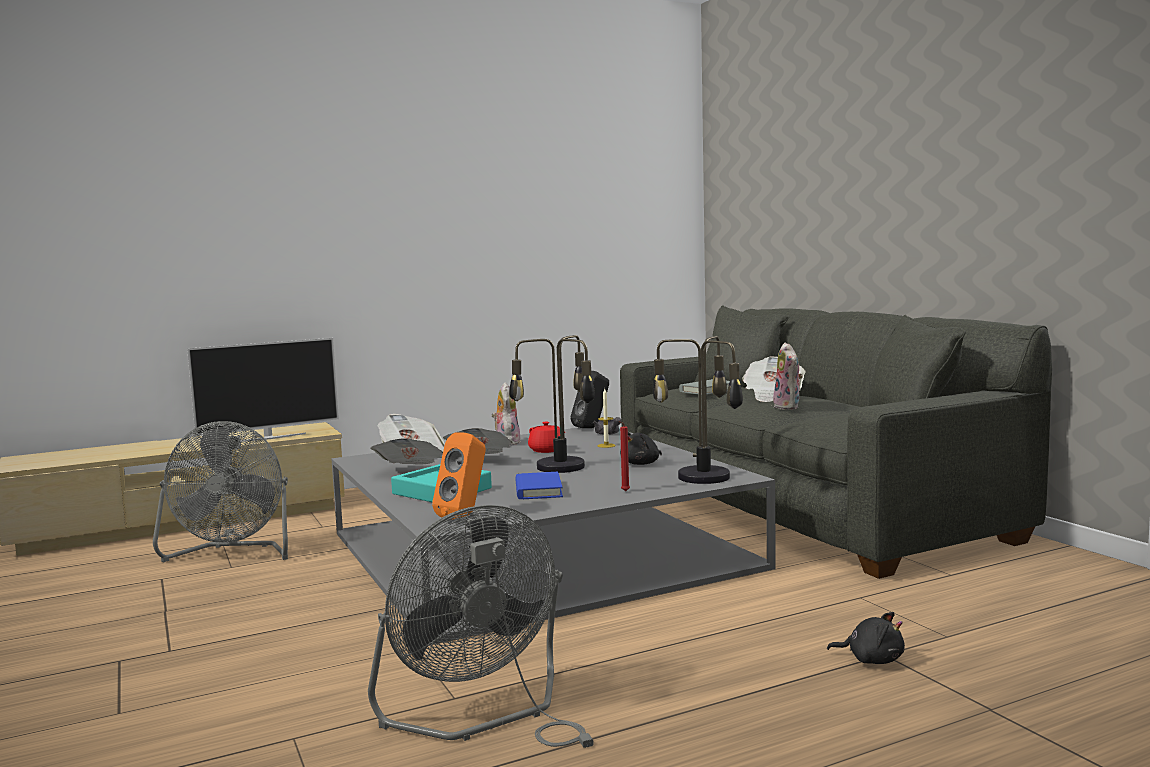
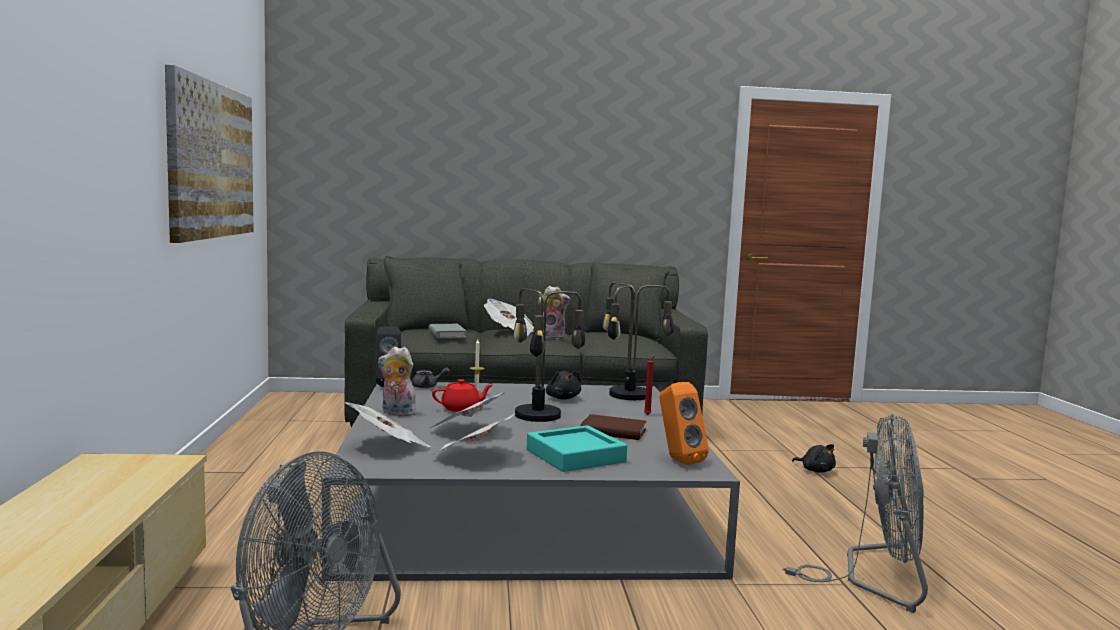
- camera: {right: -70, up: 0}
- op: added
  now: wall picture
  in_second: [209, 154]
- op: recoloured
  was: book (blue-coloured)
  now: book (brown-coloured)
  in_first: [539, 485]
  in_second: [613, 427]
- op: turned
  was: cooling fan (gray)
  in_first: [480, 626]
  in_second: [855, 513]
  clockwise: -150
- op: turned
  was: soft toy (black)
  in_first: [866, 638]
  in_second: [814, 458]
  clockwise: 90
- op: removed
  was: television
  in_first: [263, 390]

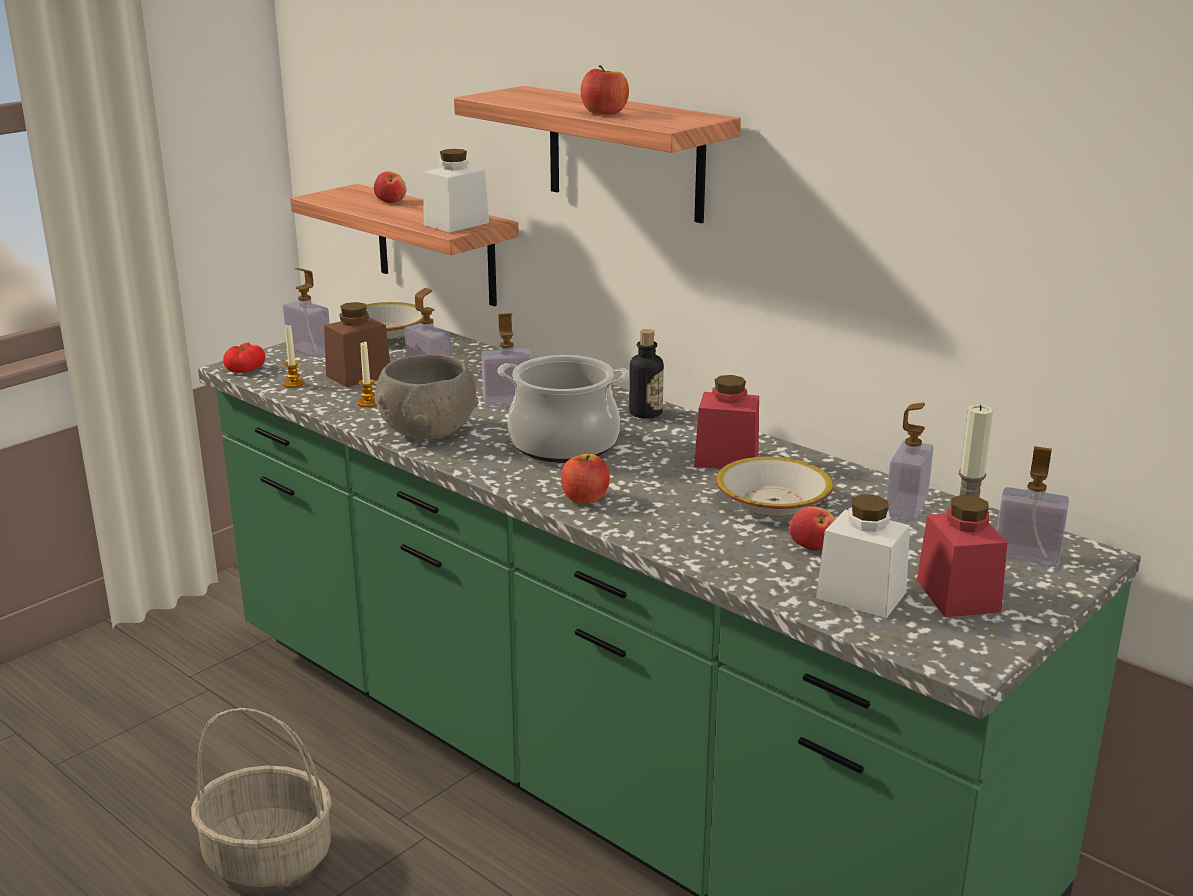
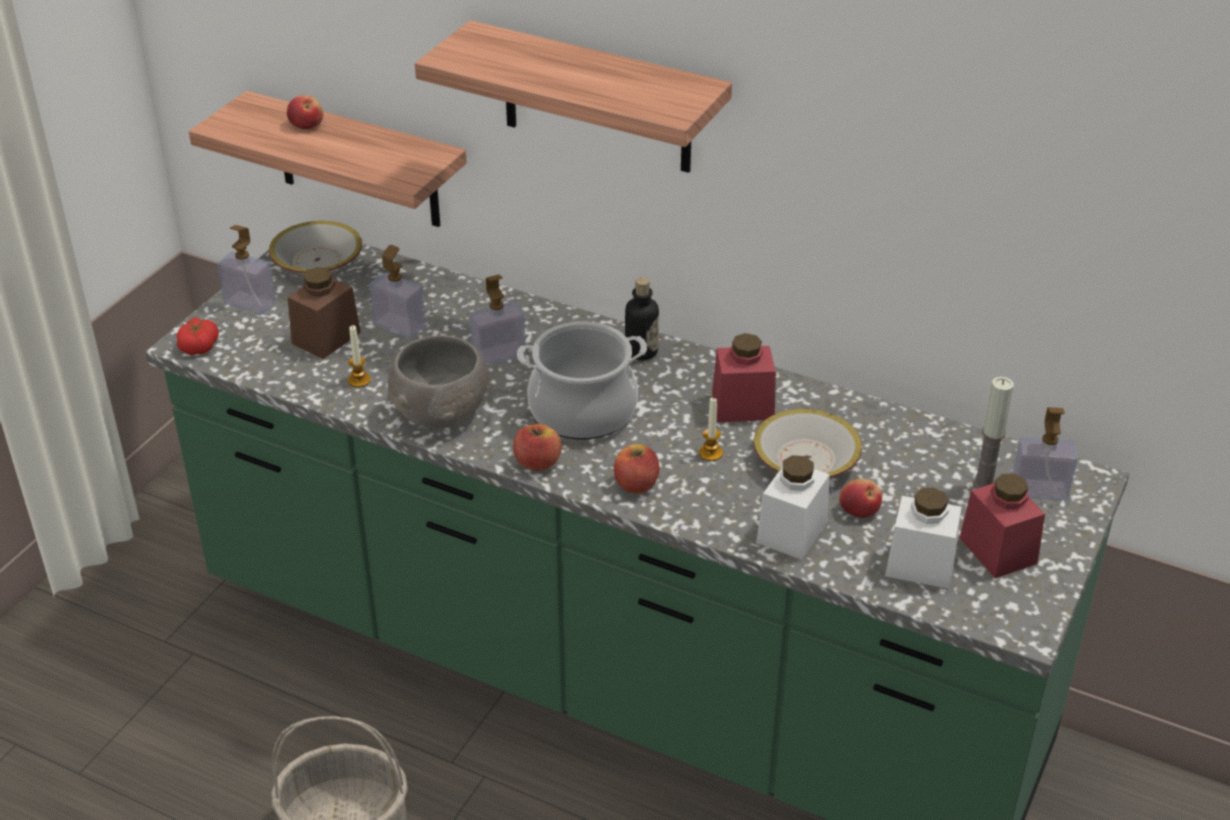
- camera: {right: -15, up: 15}
- op: moved
  was: whole apple
  in_first: [605, 89]
  in_second: [537, 447]
- op: moved
  was: wax light
  in_first: [294, 356]
  in_second: [711, 429]
- op: moved
  was: storage jar (white)
  in_first: [456, 190]
  in_second: [793, 507]
- op: removed
  was: soap bottle
  in_first: [909, 461]

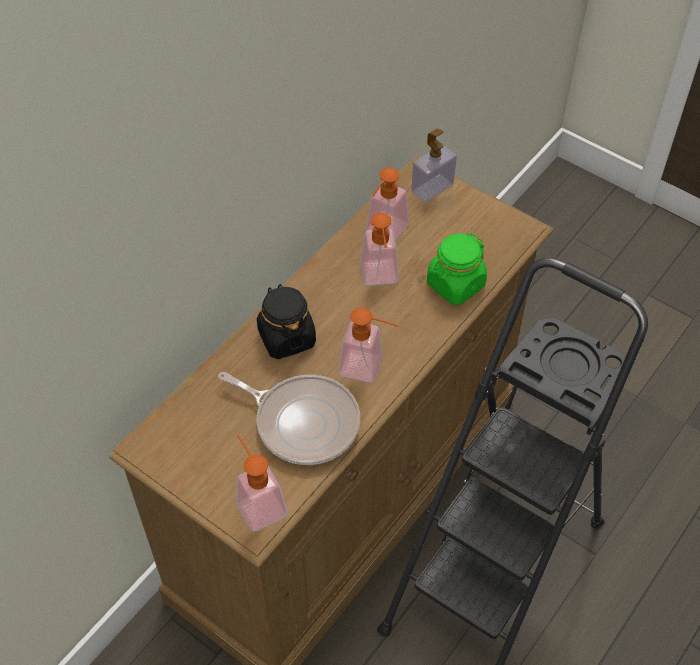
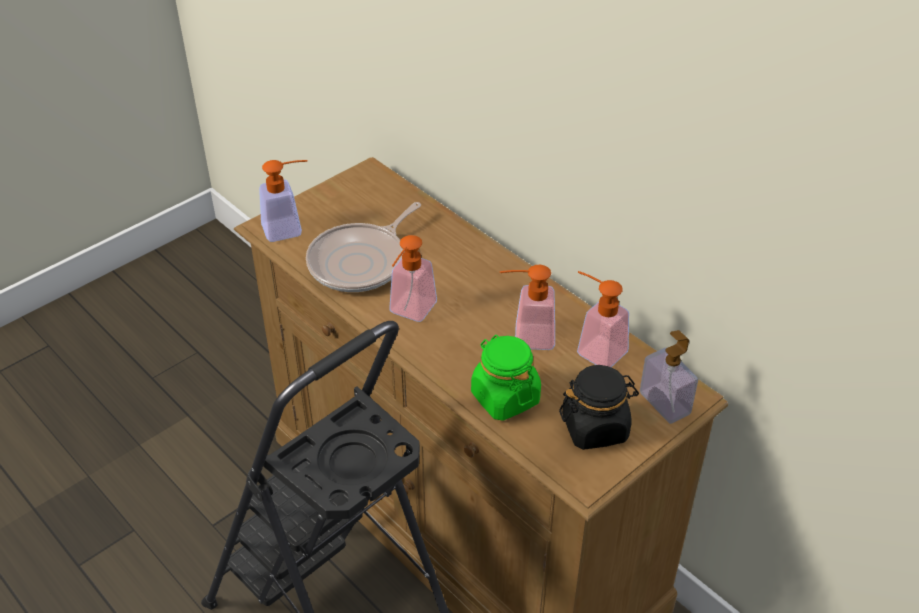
- camera: {right: 100, up: -10}
- op: moved
  was: storage jar (black)
  in_first: [286, 321]
  in_second: [599, 407]

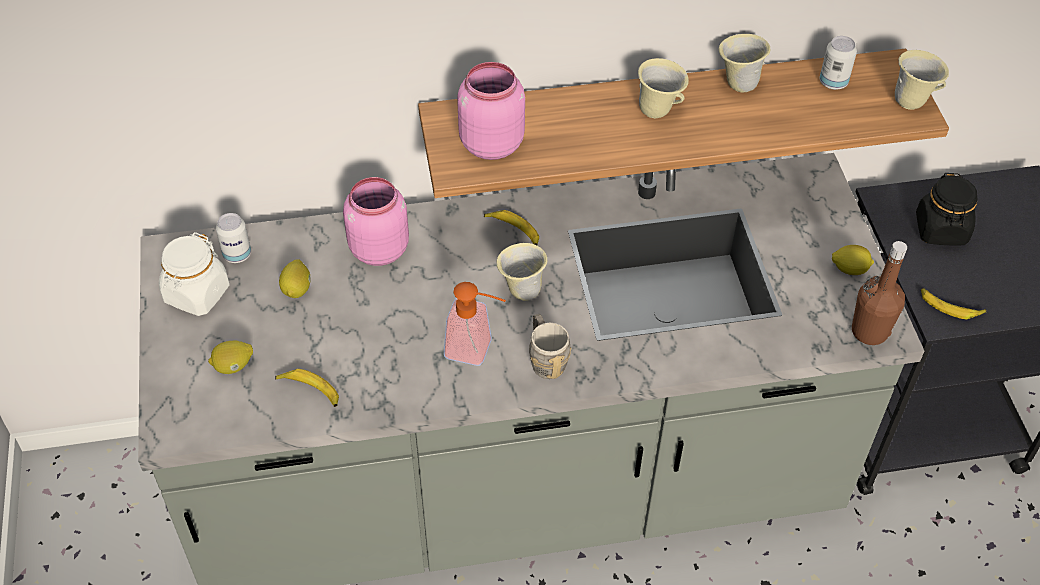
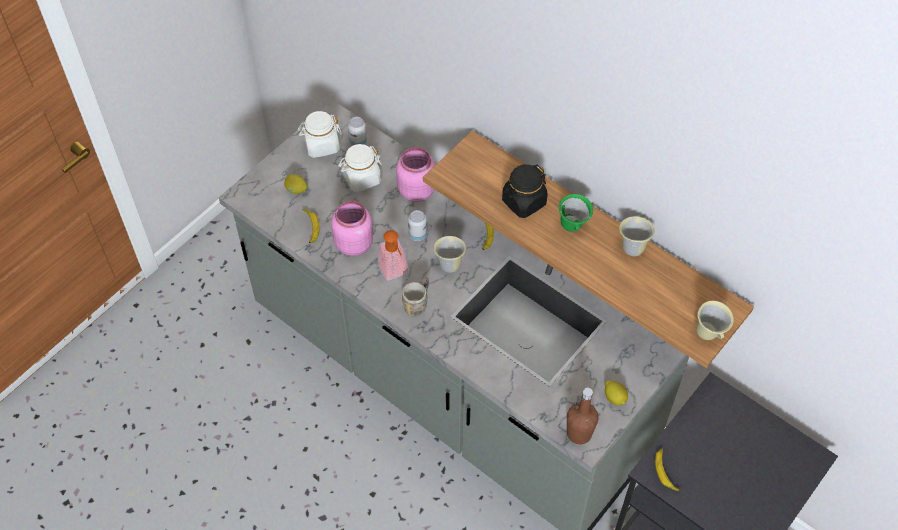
- camera: {right: 50, up: 5}
- op: moved
  was: storage jar (pink-coloured)
  in_first: [491, 111]
  in_second: [352, 228]
- op: replaced
  was: whole lemon
  now: storage jar (white)
  in_first: [295, 278]
  in_second: [360, 168]
- op: moved
  was: can
  in_first: [838, 63]
  in_second: [417, 225]
- op: moved
  was: storage jar (black)
  in_first: [946, 209]
  in_second: [524, 191]
- op: recoloured
  was: mug (sand-coloured)
  now: mug (greenish)
  in_first: [663, 88]
  in_second: [576, 213]

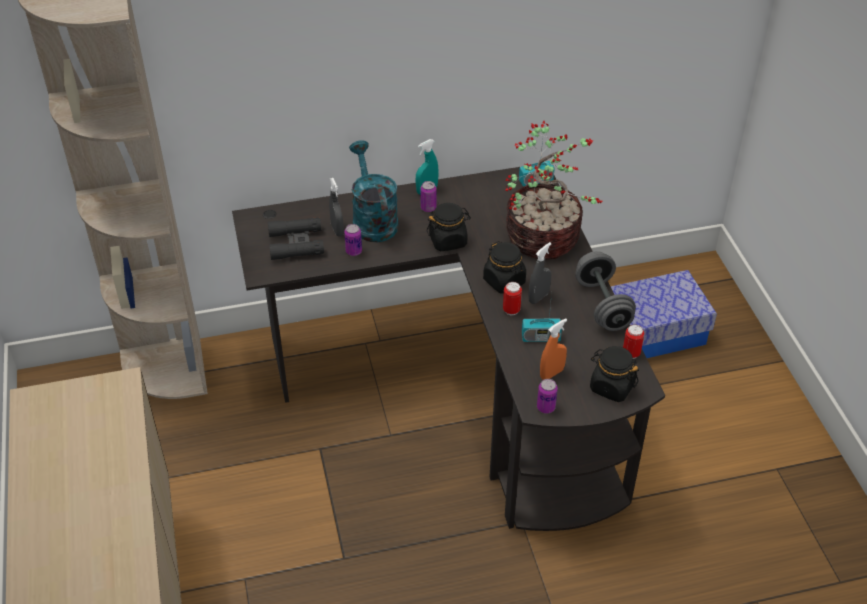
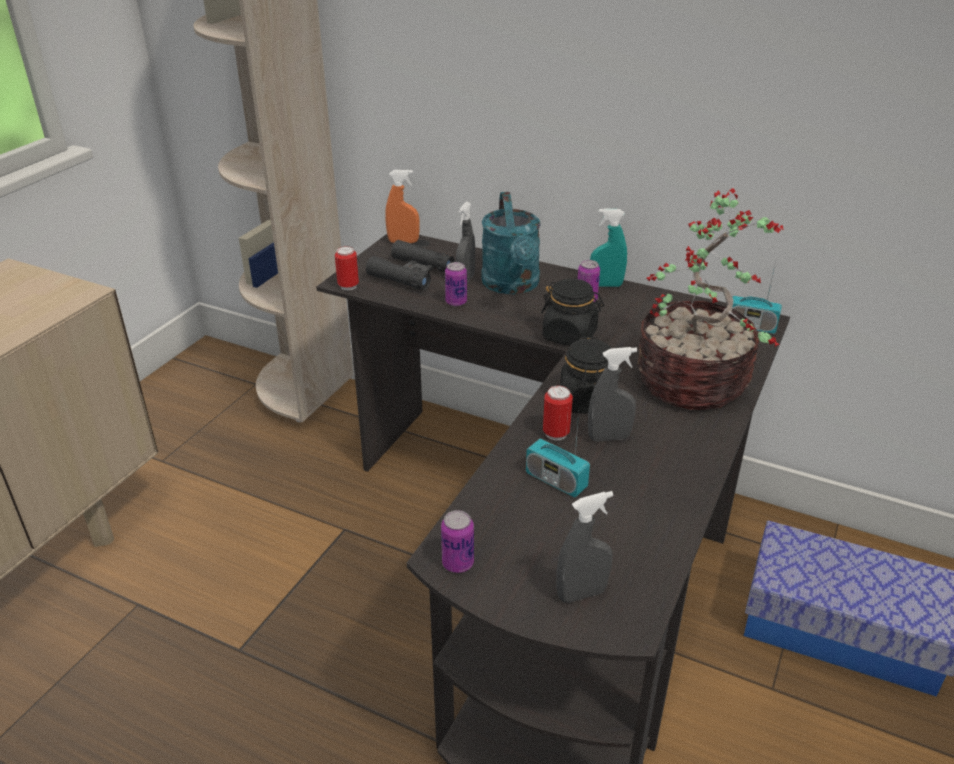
- camera: {right: 40, up: -10}
- op: moved
  was: can
  in_first: [633, 341]
  in_second: [347, 268]
- op: moved
  was: sprayer (orange-coloured)
  in_first: [553, 349]
  in_second: [402, 206]
- op: turned
  was: sprinkling can (turquoise-coloured)
  in_first: [373, 191]
  in_second: [511, 243]
  clockwise: 150
- op: replaced
  was: storage jar (black)
  now: sprayer (gray)
  in_first: [614, 374]
  in_second: [584, 547]
- op: removed
  was: dumbbell (gray)
  in_first: [605, 291]

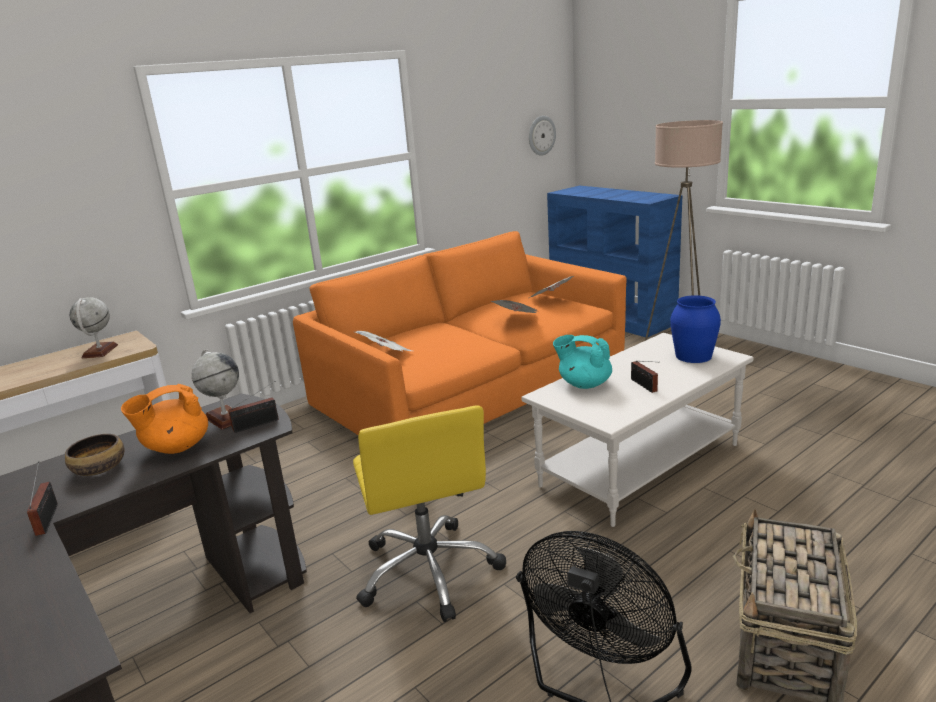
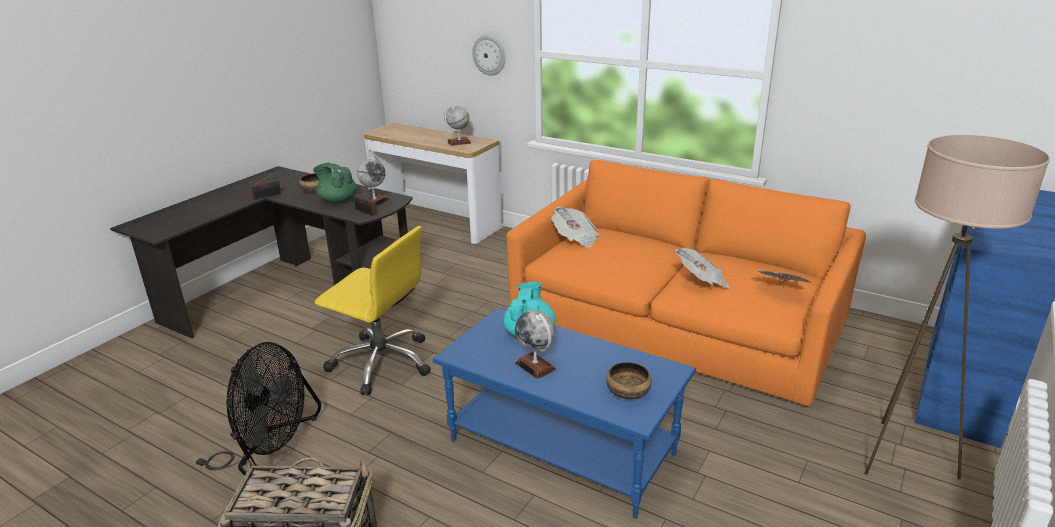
- camera: {right: 70, up: 5}
- op: recoloured
  was: teapot (orange-coloured)
  now: teapot (greenish)
  in_first: [164, 419]
  in_second: [335, 183]
- op: turned
  was: desk chair (yellow-coloured)
  in_first: [429, 513]
  in_second: [373, 310]
  clockwise: -120
- op: recoloured
  was: coffee table (white)
  now: coffee table (blue-coloured)
  in_first: [637, 430]
  in_second: [564, 413]
- op: moved
  was: wall clock
  in_first: [542, 136]
  in_second: [488, 55]
- op: replaced
  was: radio
  now: desk globe
  in_first: [645, 377]
  in_second: [535, 344]
- op: replaced
  was: vase (blue-coloured)
  now: serving bowl
  in_first: [695, 329]
  in_second: [628, 380]

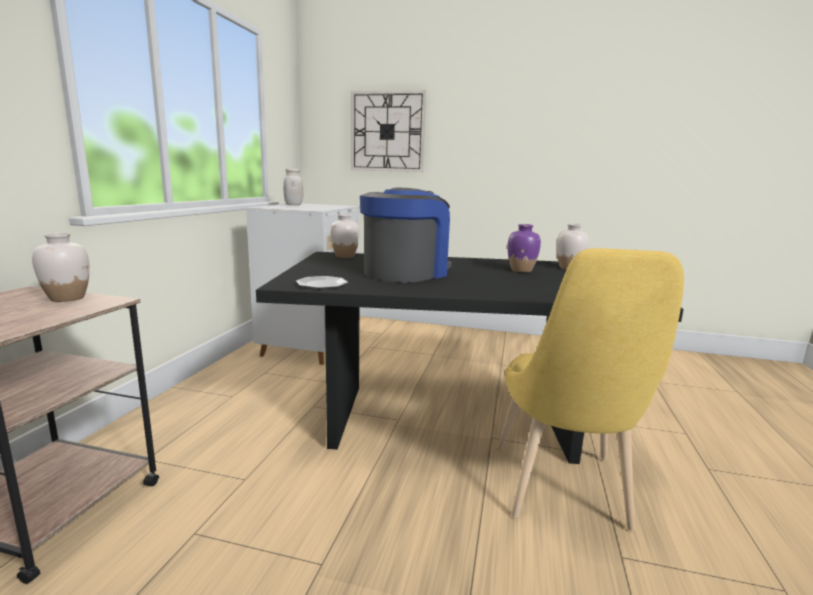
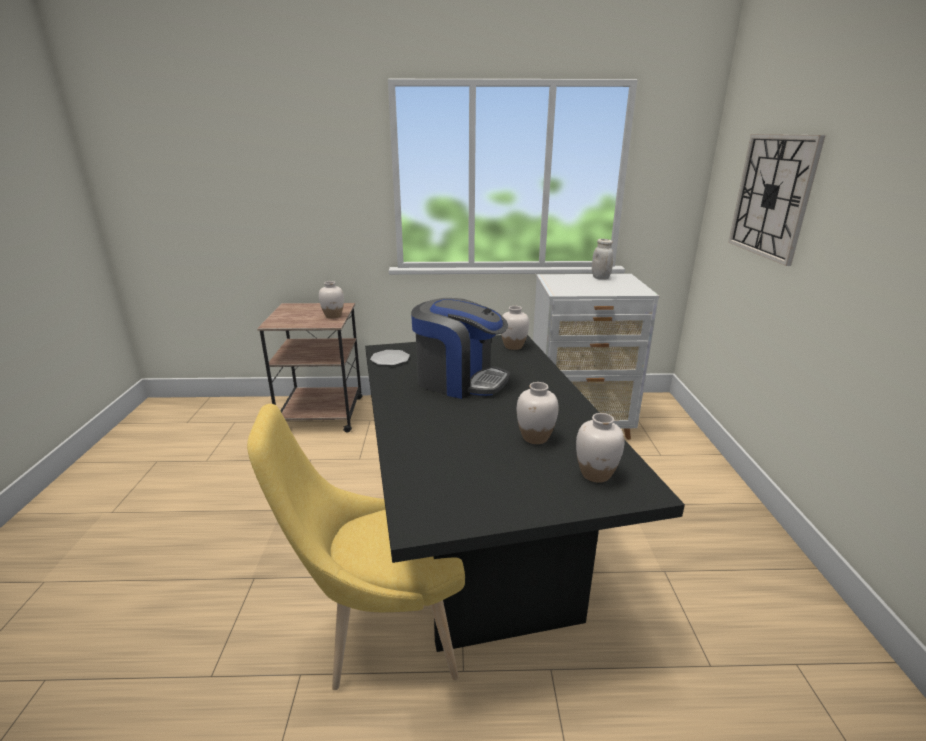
- camera: {right: 75, up: 10}
- op: recoloured
  was: vase (purplish)
  now: vase (white)
  in_first: [524, 248]
  in_second: [538, 413]

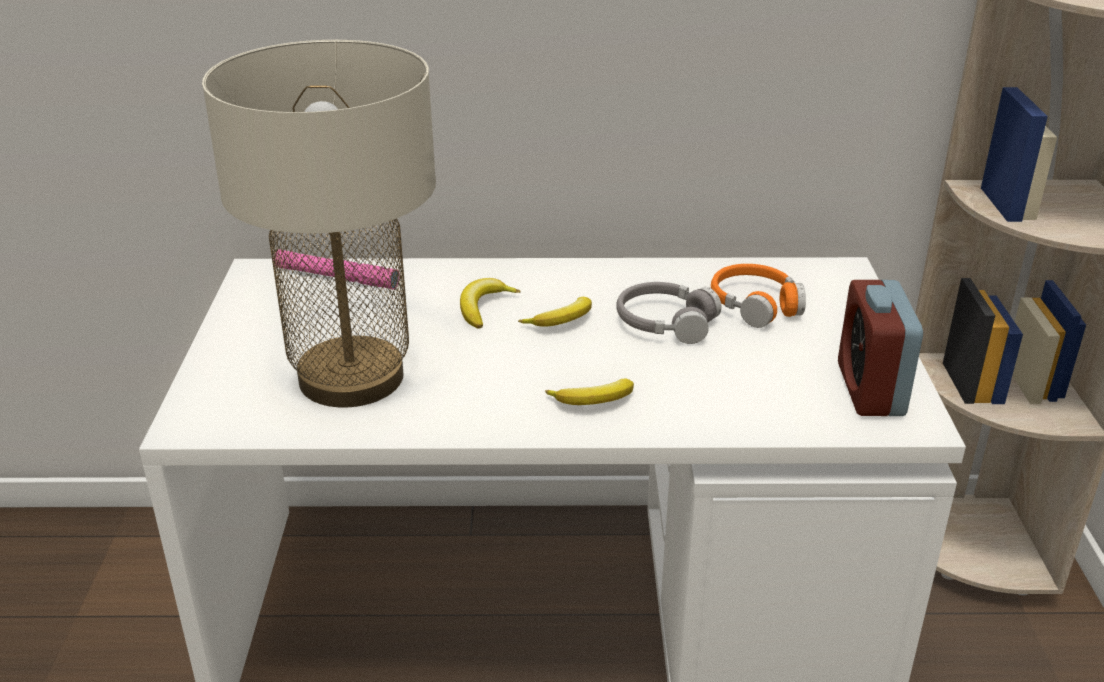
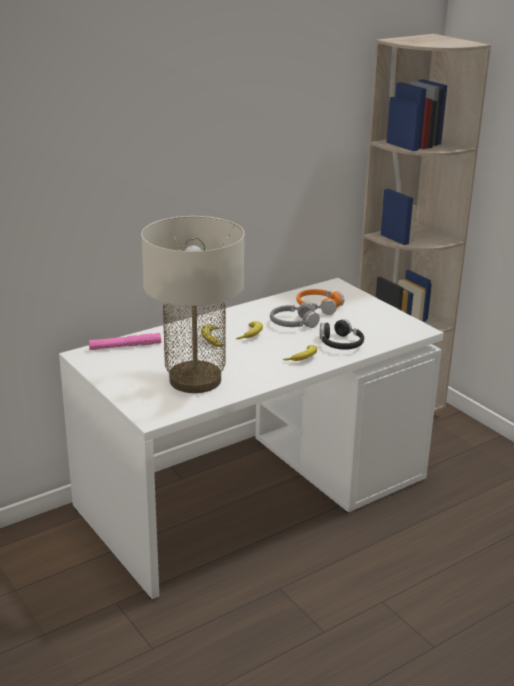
- camera: {right: -35, up: -5}
- op: added
  now: headphones (black)
  in_second: [342, 334]
- op: removed
  was: bedside clock
  in_first: [880, 348]

